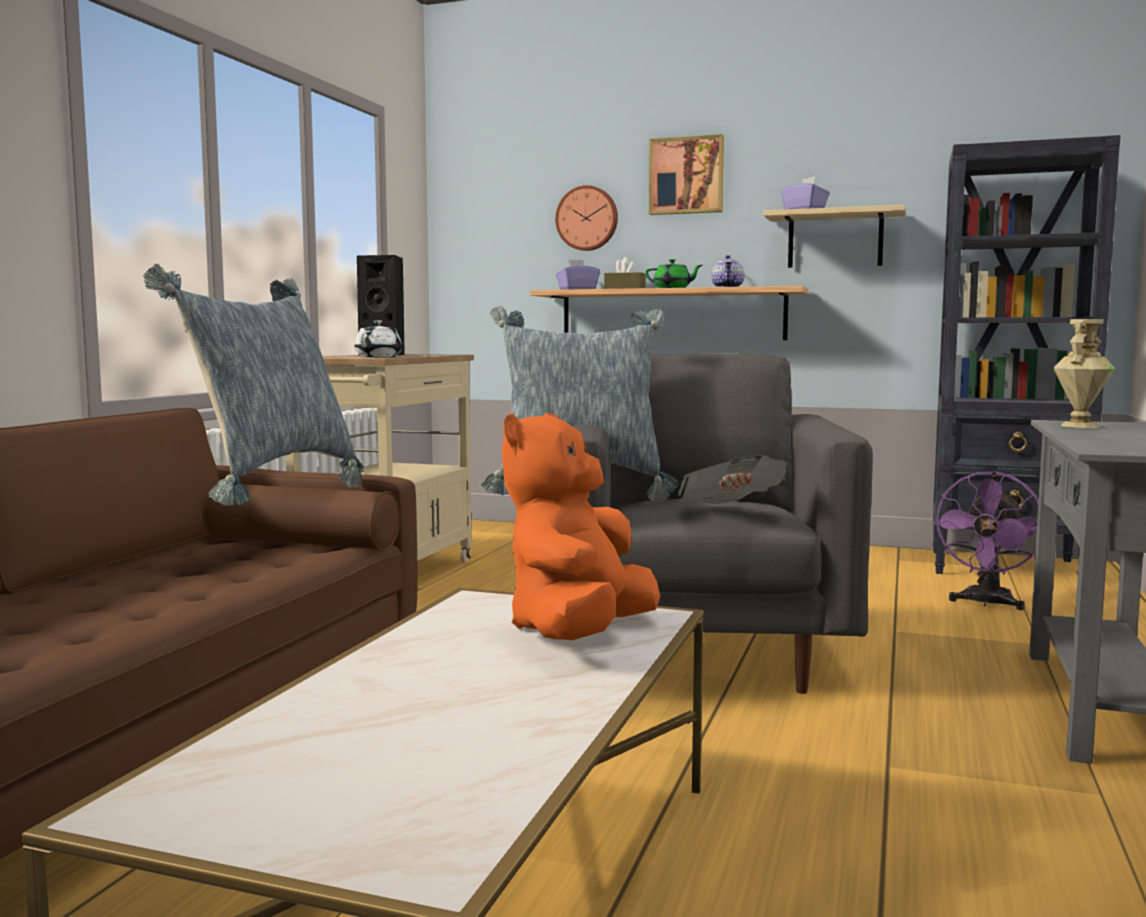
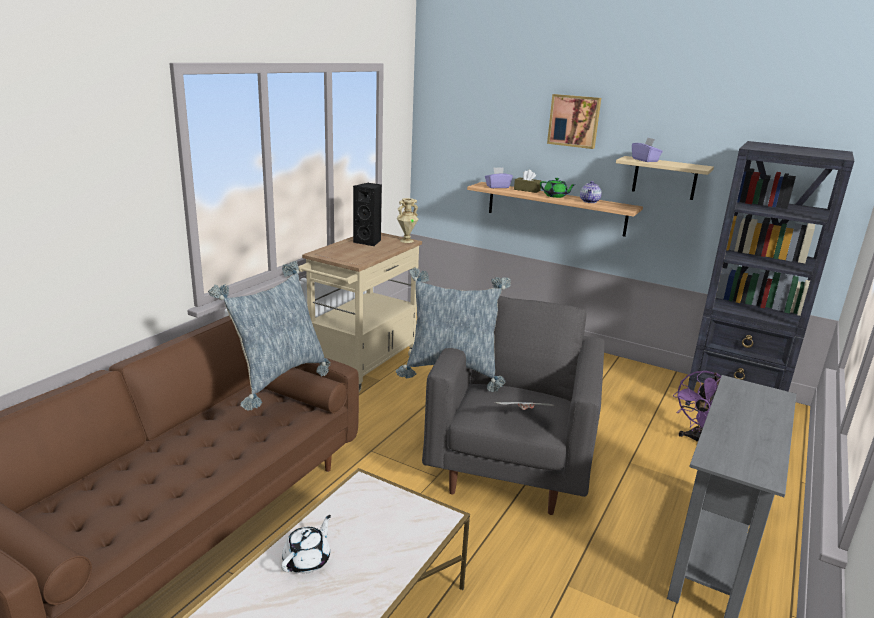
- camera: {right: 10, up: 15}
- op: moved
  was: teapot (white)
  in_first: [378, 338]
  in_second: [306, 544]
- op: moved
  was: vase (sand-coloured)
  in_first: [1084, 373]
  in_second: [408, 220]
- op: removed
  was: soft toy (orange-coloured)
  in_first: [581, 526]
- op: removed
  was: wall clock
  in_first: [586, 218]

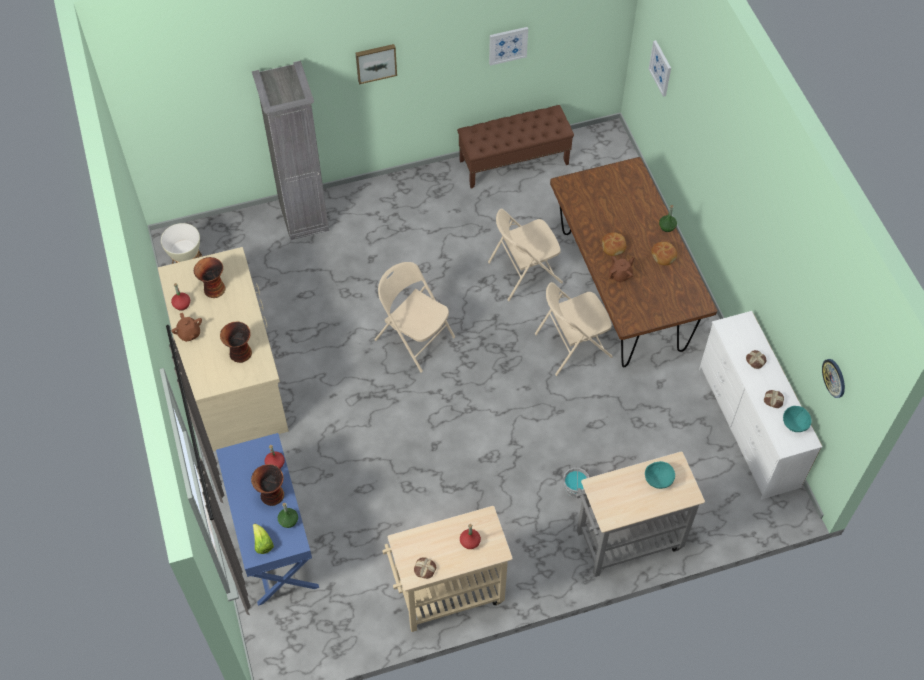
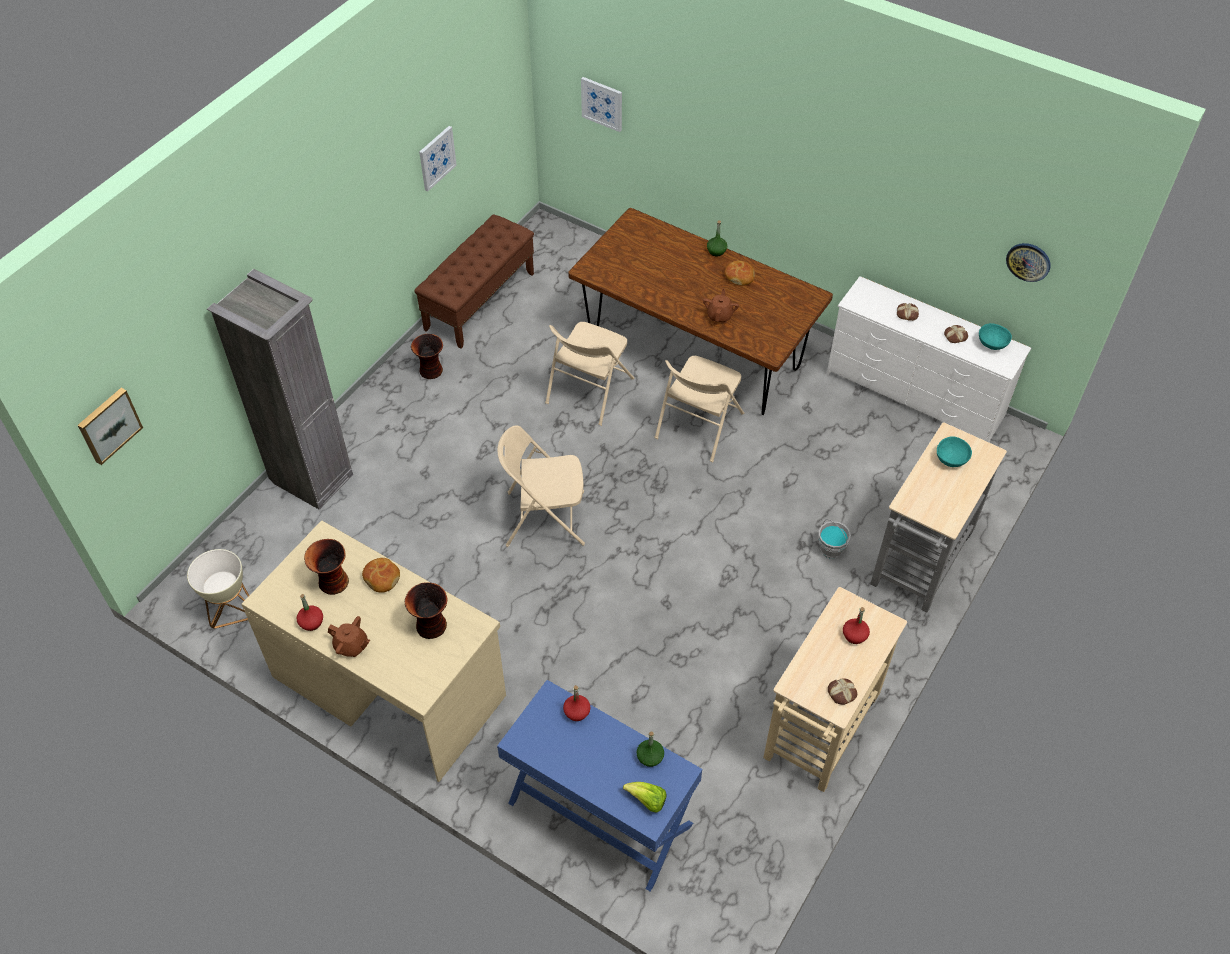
- camera: {right: -40, up: -5}
- op: moved
  was: wall picture
  in_first: [376, 64]
  in_second: [110, 426]
- op: moved
  was: bakery bread
  in_first: [614, 244]
  in_second: [381, 575]
- op: moved
  was: vase
  in_first: [267, 485]
  in_second: [427, 356]

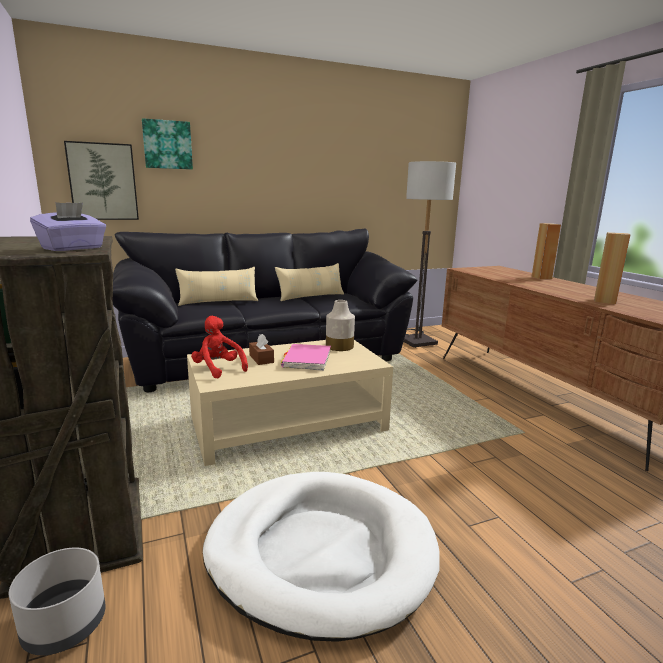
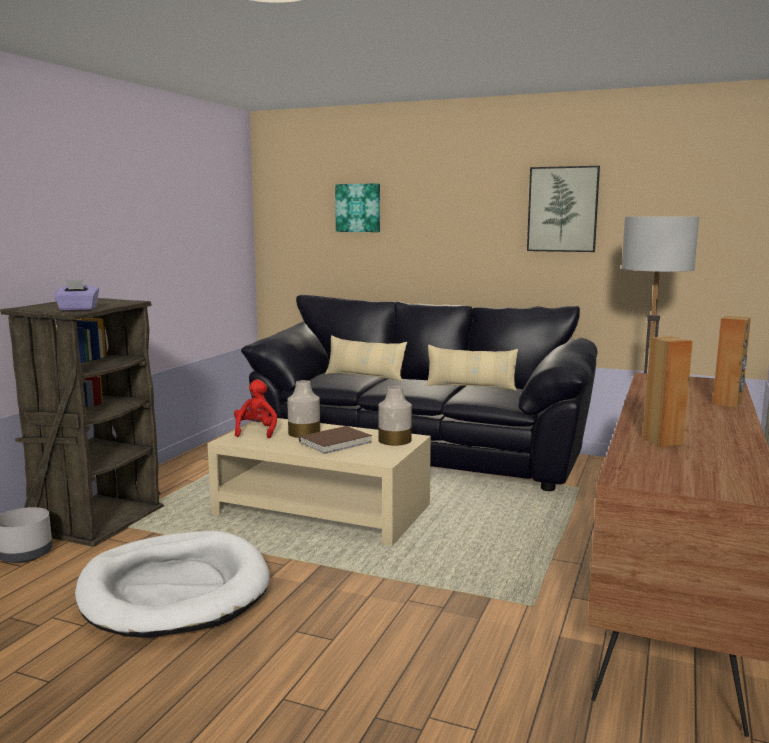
- camera: {right: 45, up: -5}
- op: replaced
  was: tissue holder (brown-coloured)
  now: vase (sand-coloured)
  in_first: [261, 349]
  in_second: [303, 409]
- op: recoloured
  was: book (pink-coloured)
  now: book (brown-coloured)
  in_first: [306, 357]
  in_second: [335, 440]
- op: moved
  was: wall picture
  in_first: [101, 180]
  in_second: [563, 209]

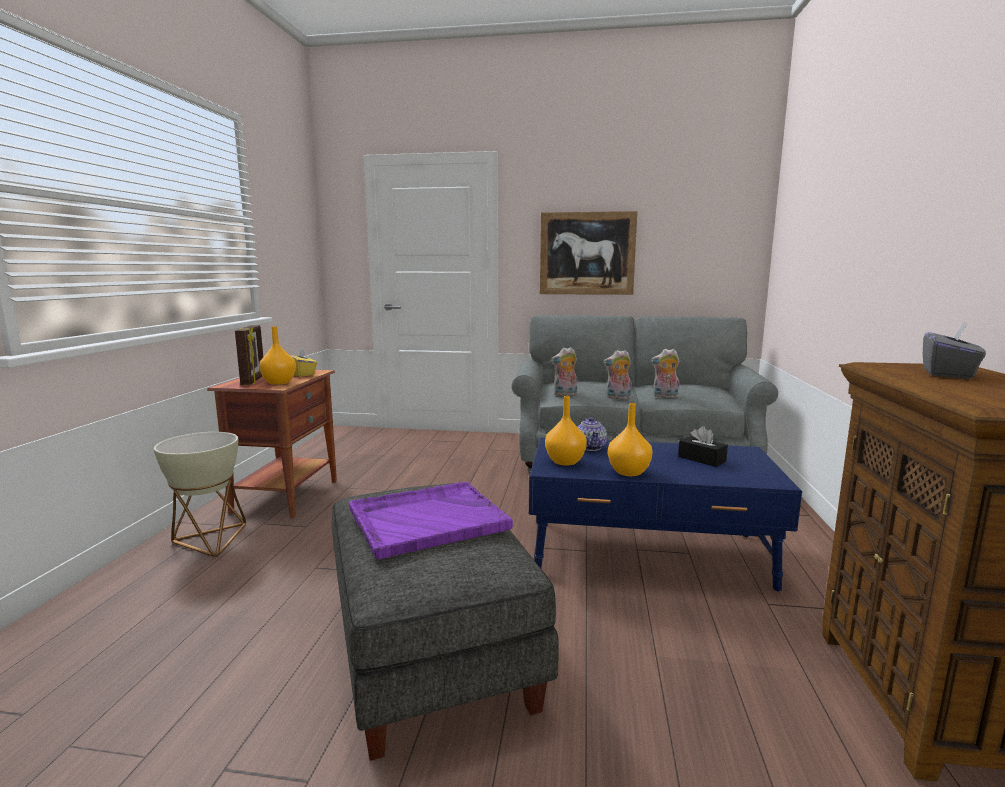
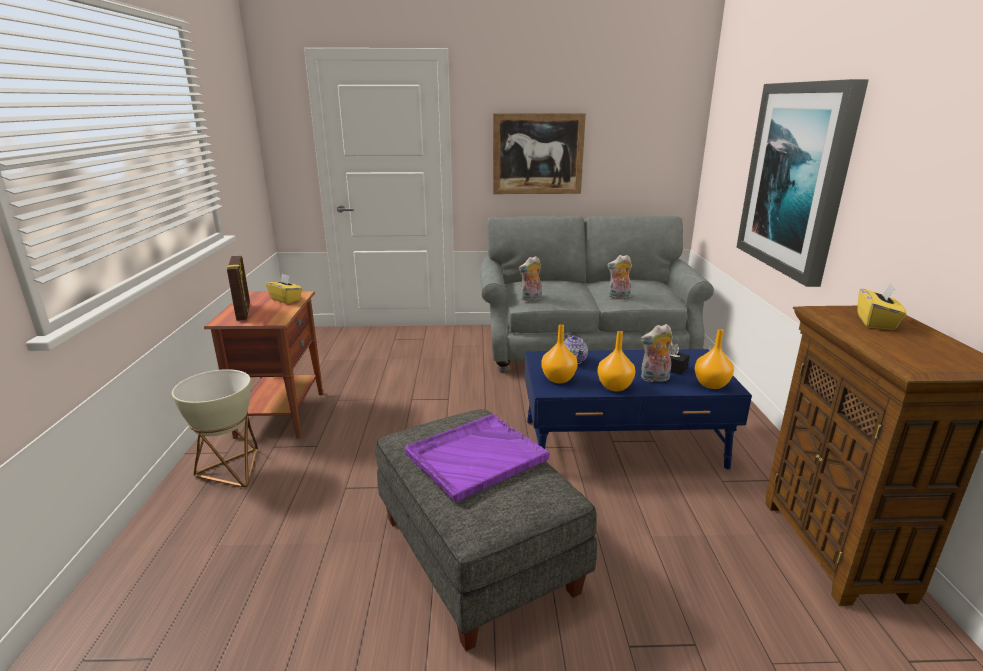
- camera: {right: -10, up: 10}
- op: moved
  was: soft toy
  in_first: [617, 374]
  in_second: [657, 353]
- op: moved
  was: vase (orange-coloured)
  in_first: [277, 356]
  in_second: [714, 359]
- op: added
  now: wall picture
  in_second: [803, 183]
- op: recoloured
  was: tissue holder (gray)
  now: tissue holder (yellow-coloured)
  in_first: [954, 350]
  in_second: [882, 307]

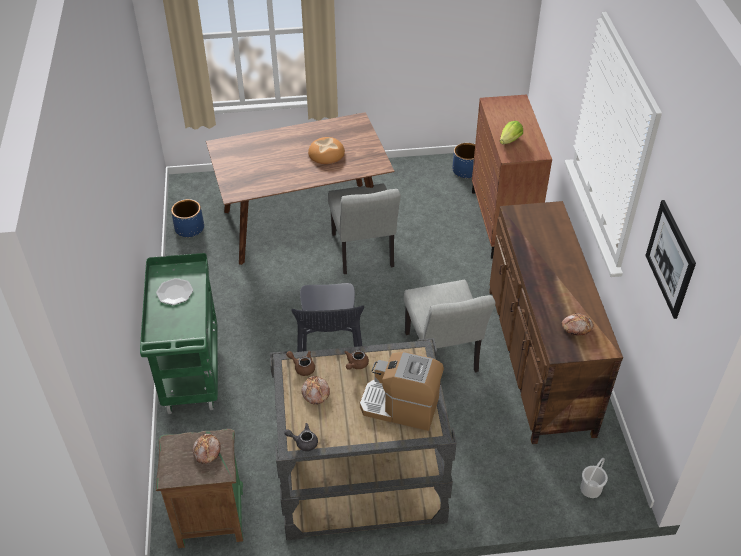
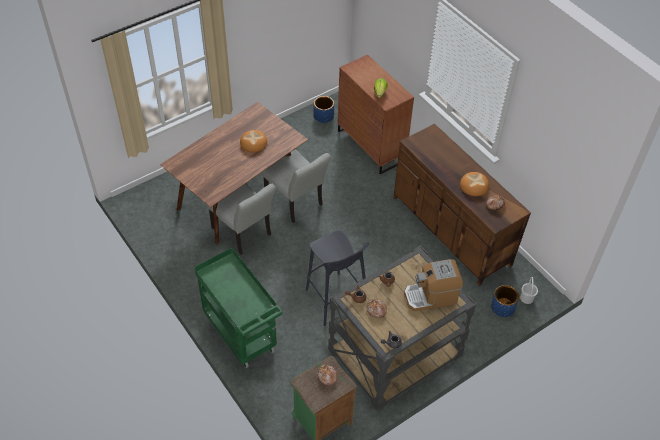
- camera: {right: -30, up: 5}
- op: moved
  was: plain chair (gray)
  in_first: [449, 326]
  in_second: [241, 219]
- op: added
  now: bakery bread
  in_second: [474, 184]
- op: moved
  was: planter (blue-coloured)
  in_first: [187, 218]
  in_second: [505, 301]
- op: removed
  was: flat dish
  in_first: [174, 291]
- op: removed
  was: wall picture
  in_first: [670, 259]

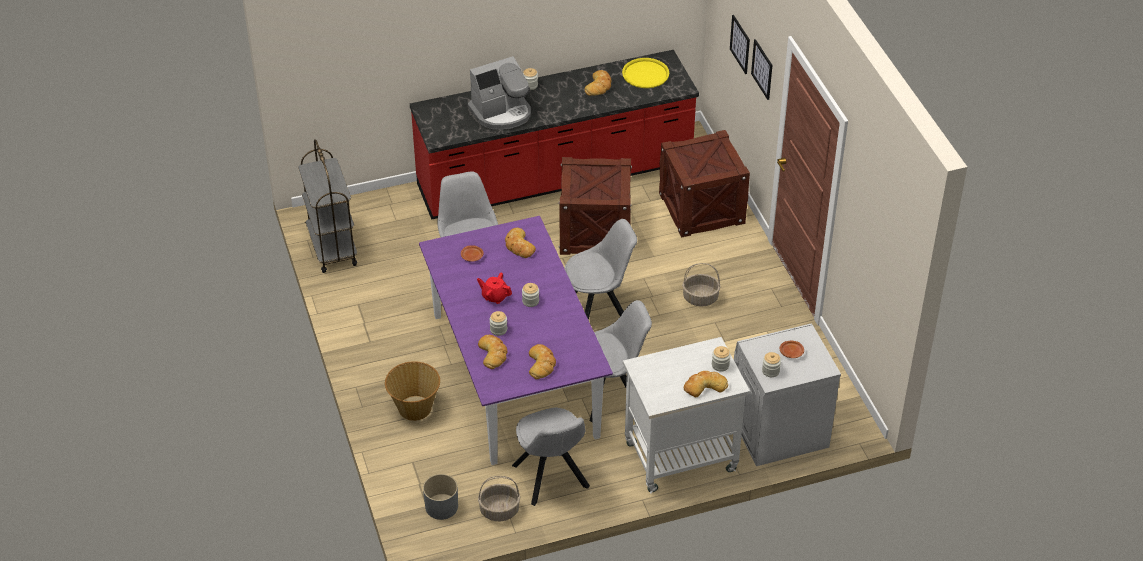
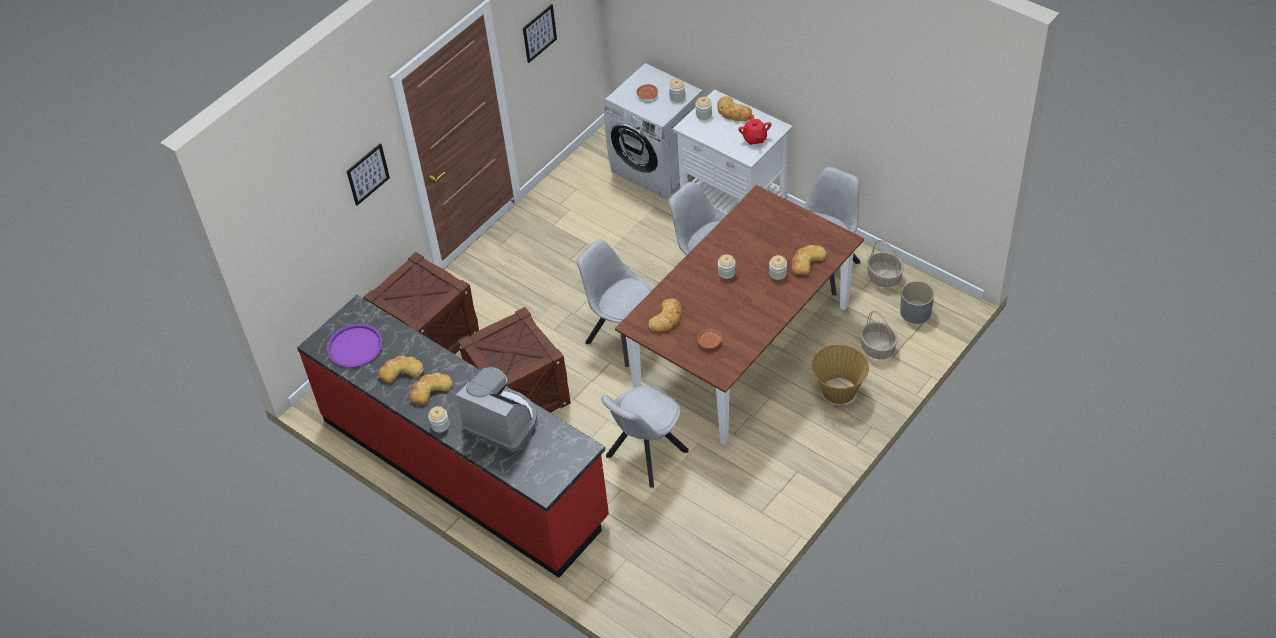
- camera: {right: -120, up: 5}
- op: recoloured
  was: carrying tray (yellow-coloured)
  now: carrying tray (purplish)
  in_first: [645, 73]
  in_second: [355, 346]
- op: moved
  was: bakery bread
  in_first: [542, 361]
  in_second: [431, 389]
- op: moved
  was: wall picture
  in_first: [740, 44]
  in_second: [540, 33]
- op: recoloured
  was: kitchen table (purplish)
  now: kitchen table (brown-coloured)
  in_first: [516, 340]
  in_second: [739, 315]
- op: moved
  was: teapot (reddish)
  in_first: [494, 288]
  in_second: [754, 129]
- op: moved
  was: storage basket
  in_first: [701, 285]
  in_second: [879, 335]
- op: removed
  was: cart (gray)
  in_first: [327, 206]

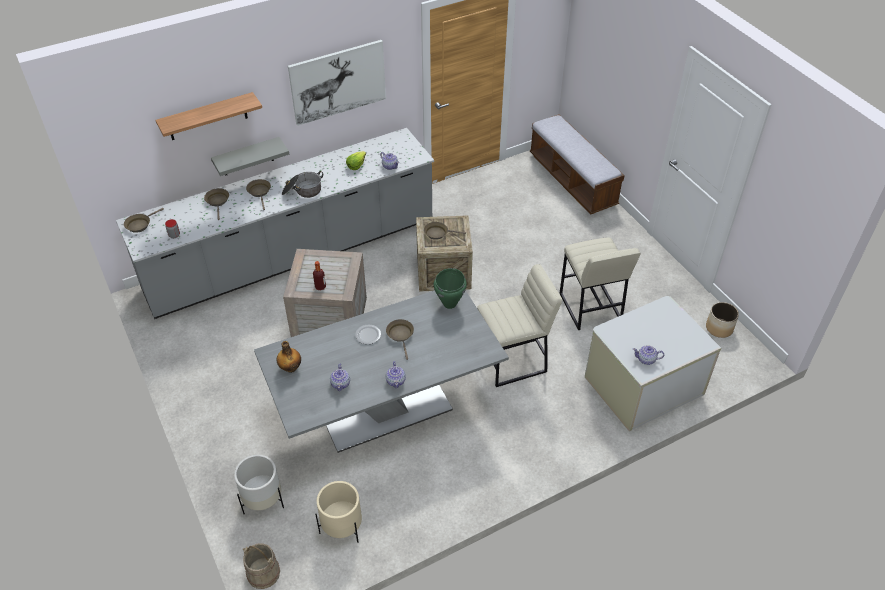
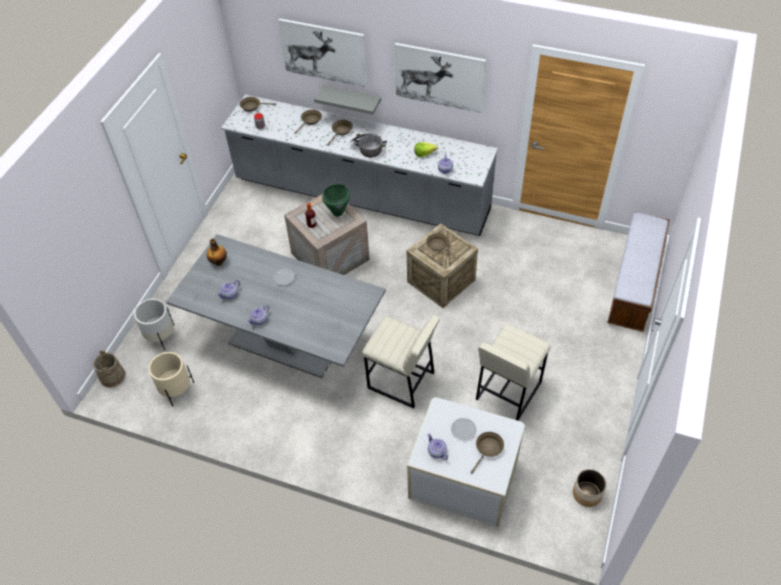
- camera: {right: 50, up: 5}
- op: replaced
  was: shelf
  now: wall picture
  in_first: [208, 116]
  in_second: [322, 52]
- op: moved
  was: stockpot (greenish)
  in_first: [450, 288]
  in_second: [336, 200]
- op: added
  now: flat dish
  in_second: [463, 429]
- op: moved
  was: pan (brown-coloured)
  in_first: [400, 339]
  in_second: [487, 452]

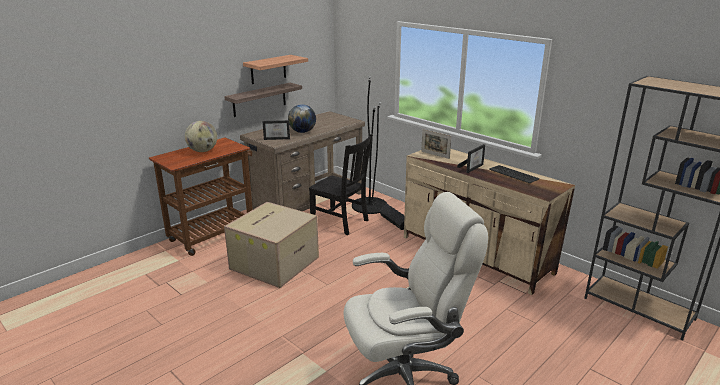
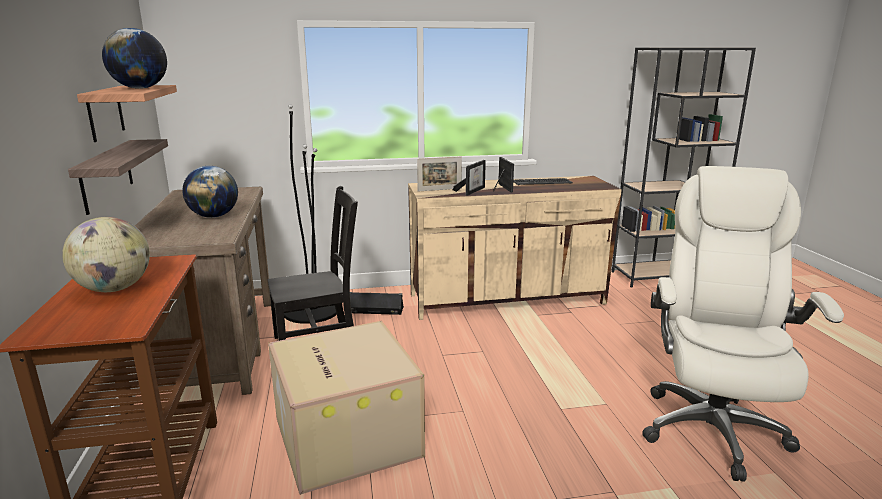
- camera: {right: -55, up: -5}
- op: added
  now: desk globe
  in_second: [134, 58]
- op: moved
  was: picture frame
  in_first: [276, 130]
  in_second: [469, 178]

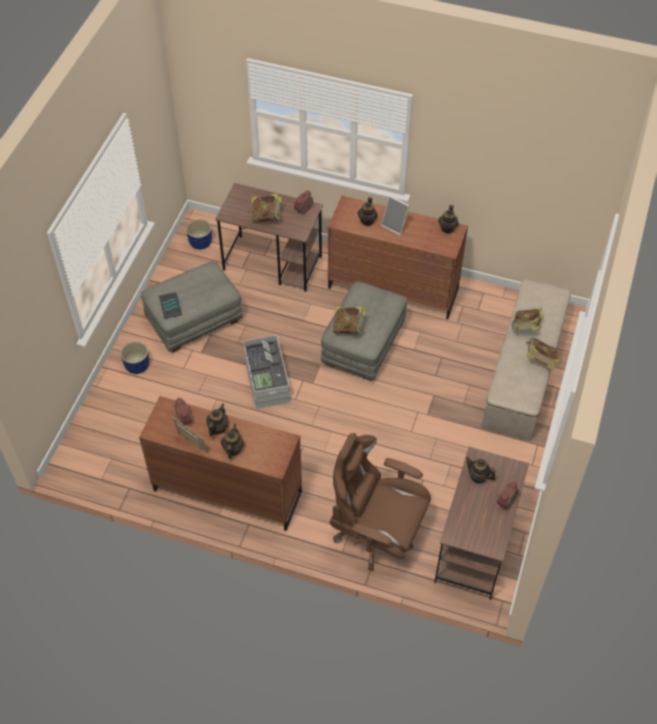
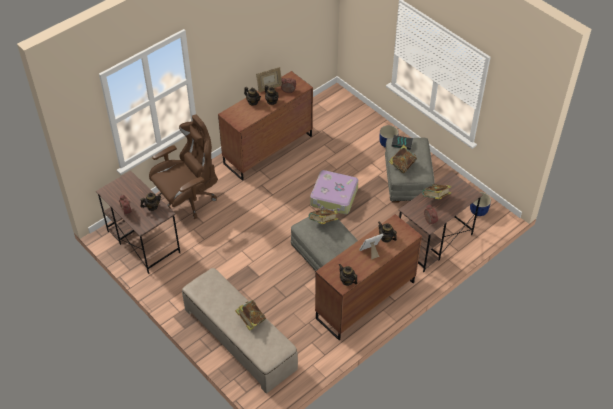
- camera: {right: 120, up: -5}
- op: replaced
  was: storage container (gray)
  now: travel case
  in_first: [267, 372]
  in_second: [334, 192]
- op: moved
  was: book
  in_first: [542, 353]
  in_second: [403, 159]

